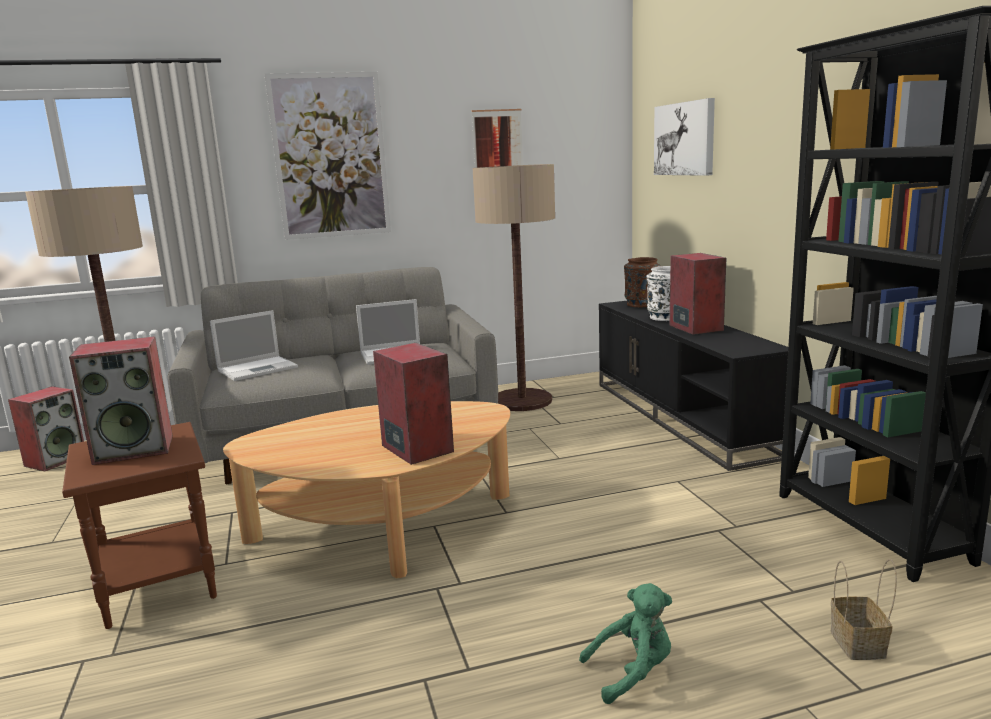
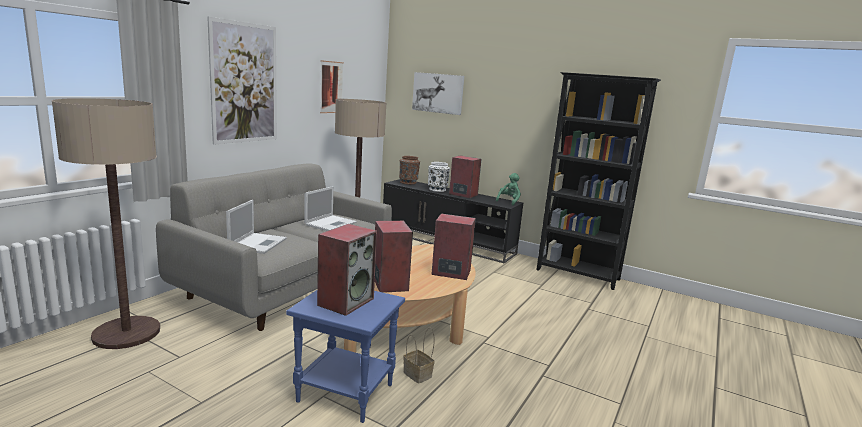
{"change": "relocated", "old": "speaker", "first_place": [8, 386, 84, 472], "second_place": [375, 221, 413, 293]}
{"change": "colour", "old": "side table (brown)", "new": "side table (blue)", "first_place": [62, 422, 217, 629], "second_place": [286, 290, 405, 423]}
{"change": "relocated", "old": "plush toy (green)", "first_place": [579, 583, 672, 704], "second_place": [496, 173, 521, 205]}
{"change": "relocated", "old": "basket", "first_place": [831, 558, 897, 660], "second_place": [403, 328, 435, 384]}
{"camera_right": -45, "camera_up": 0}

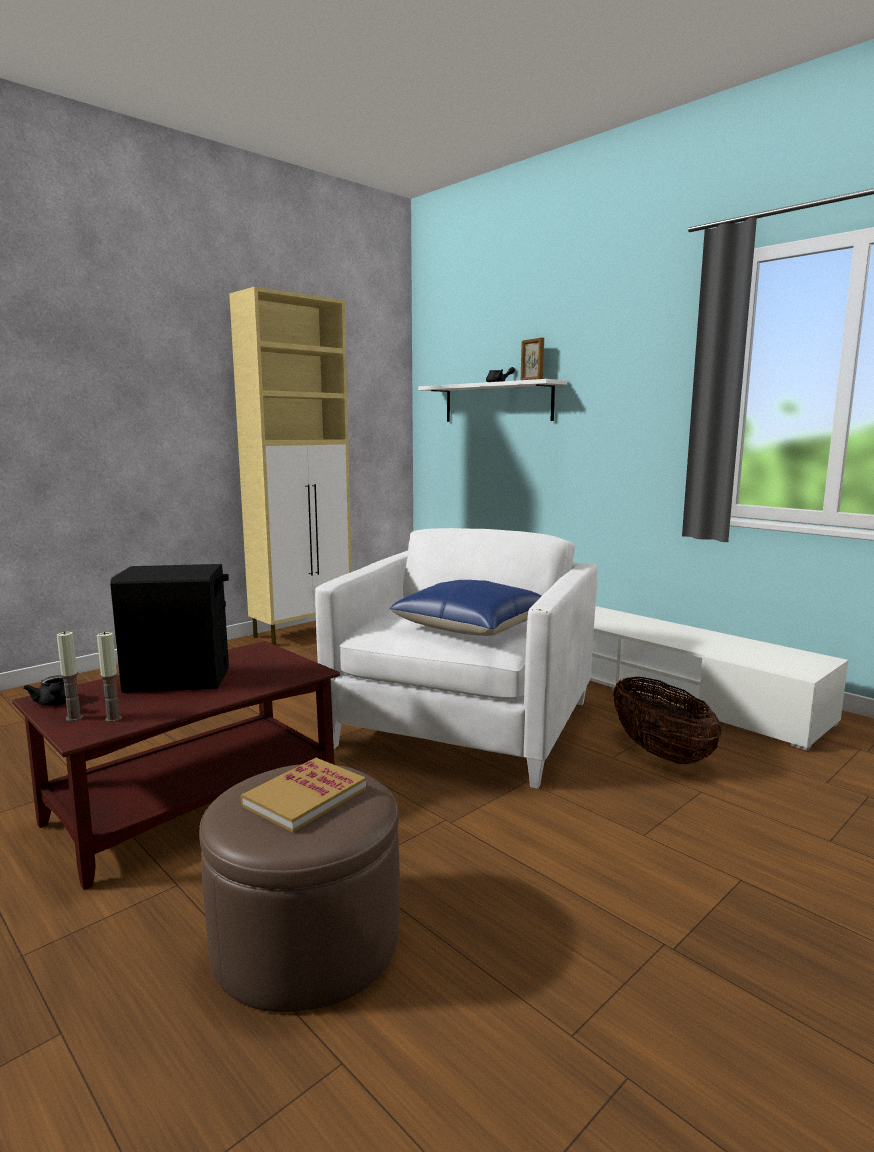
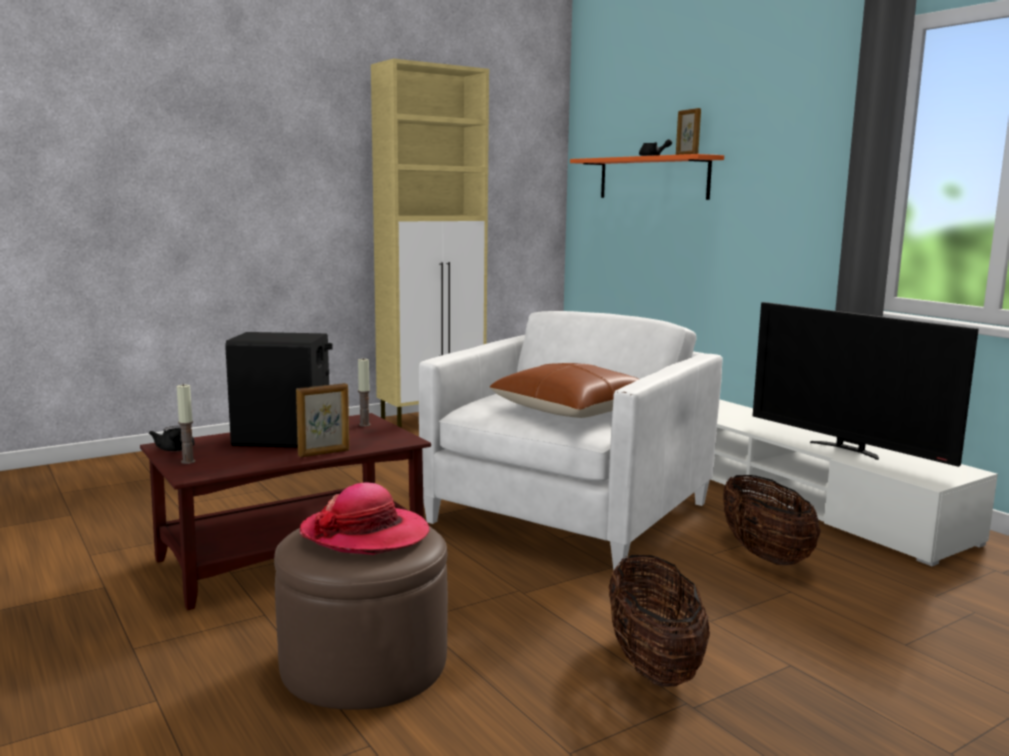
{"change": "relocated", "old": "candle", "first_place": [97, 632, 122, 722], "second_place": [358, 358, 371, 427]}
{"change": "exchanged", "old": "book", "new": "hat", "first_place": [240, 758, 366, 832], "second_place": [300, 483, 430, 555]}
{"change": "colour", "old": "pillow (blue)", "new": "pillow (brown)", "first_place": [390, 580, 542, 636], "second_place": [490, 363, 639, 418]}
{"change": "colour", "old": "shelf (white)", "new": "shelf (orange)", "first_place": [418, 379, 567, 422], "second_place": [570, 154, 724, 200]}
{"change": "appeared", "new": "picture frame", "second_place": [296, 383, 349, 457]}
{"change": "appeared", "new": "basket", "second_place": [609, 554, 710, 687]}
{"change": "appeared", "new": "television", "second_place": [753, 302, 979, 467]}
{"camera_right": 10, "camera_up": 0}

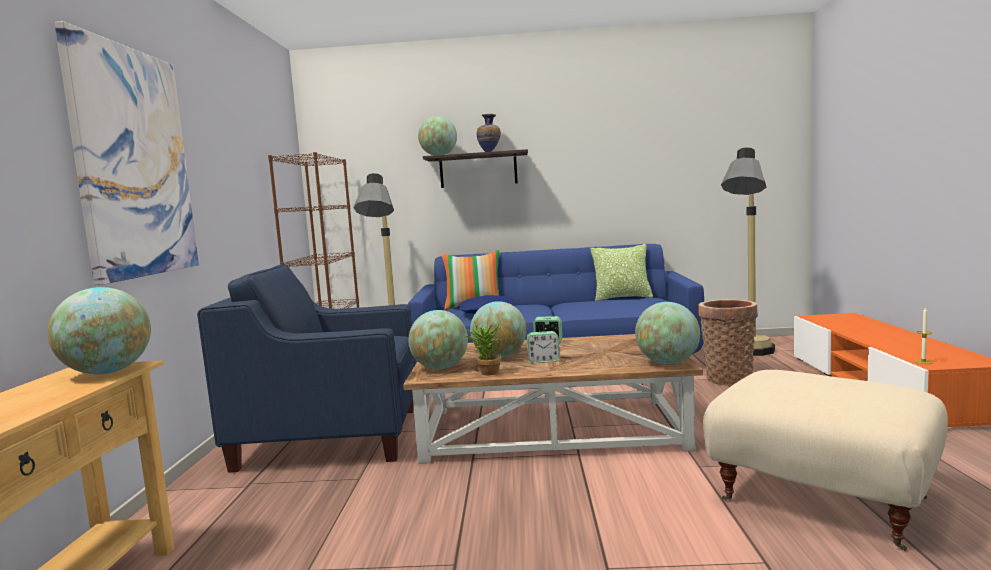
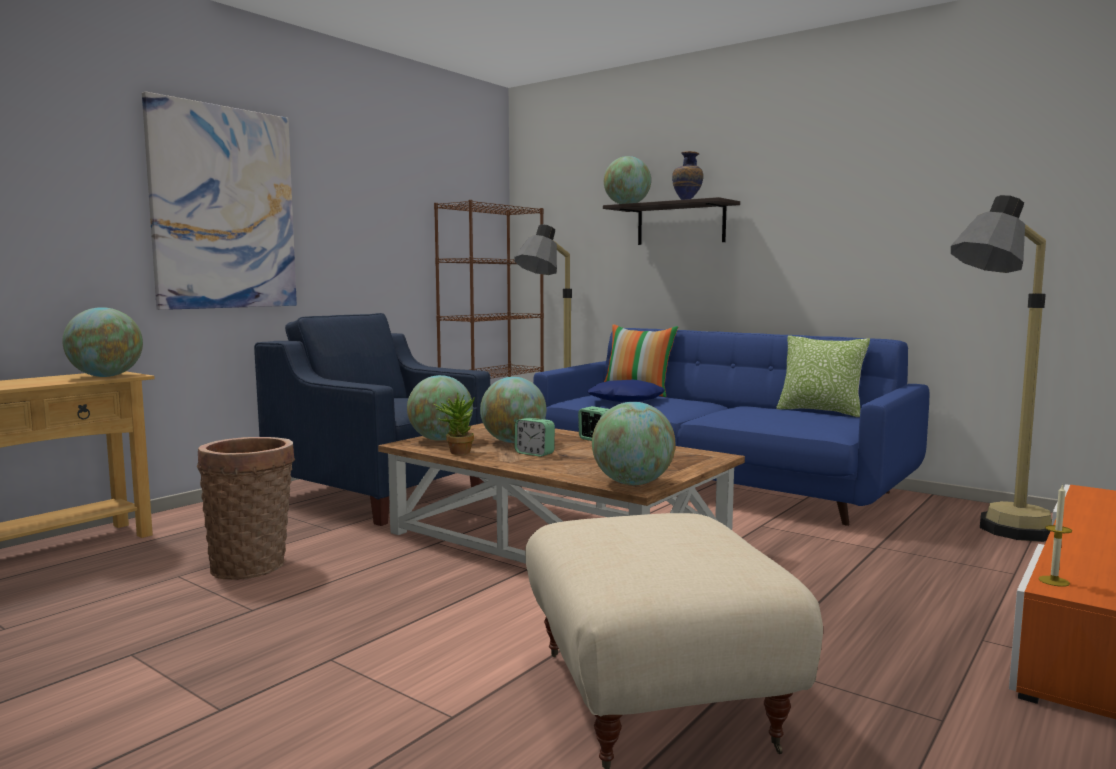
{"change": "relocated", "old": "basket", "first_place": [698, 299, 758, 386], "second_place": [197, 437, 295, 580]}
{"camera_right": 35, "camera_up": 0}

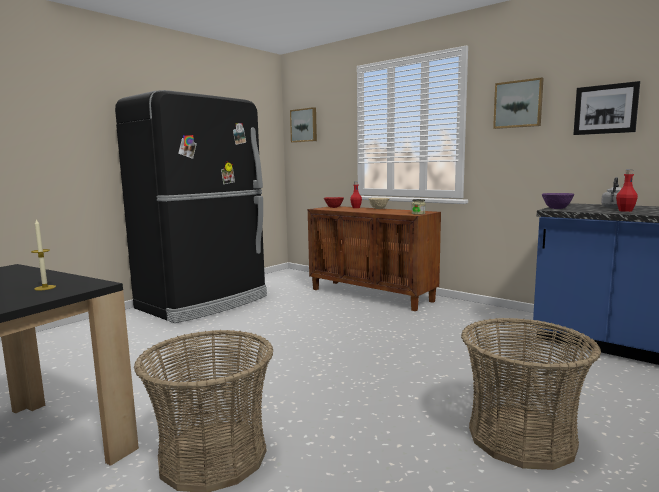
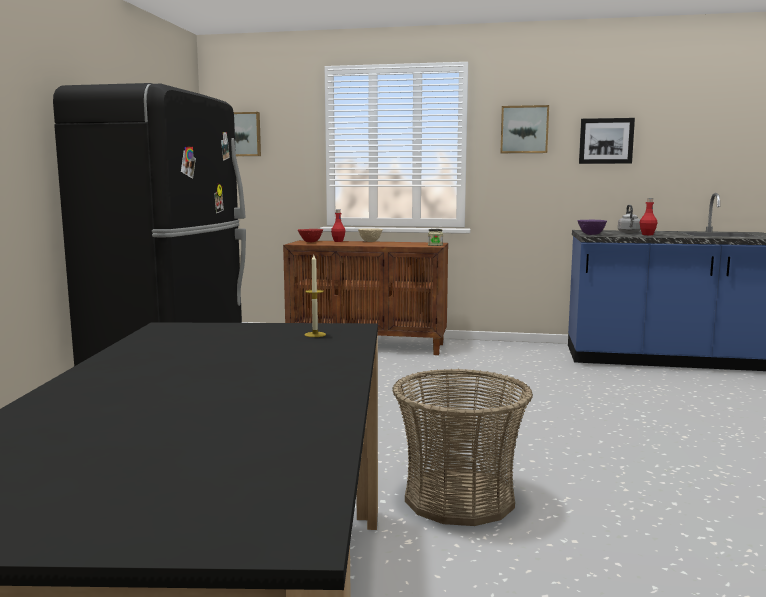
{"change": "missing", "old": "basket", "first_place": [461, 318, 601, 470]}
{"camera_right": -30, "camera_up": 0}

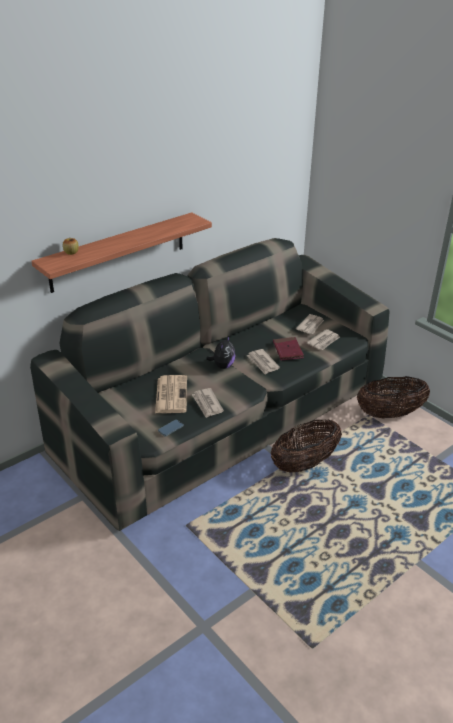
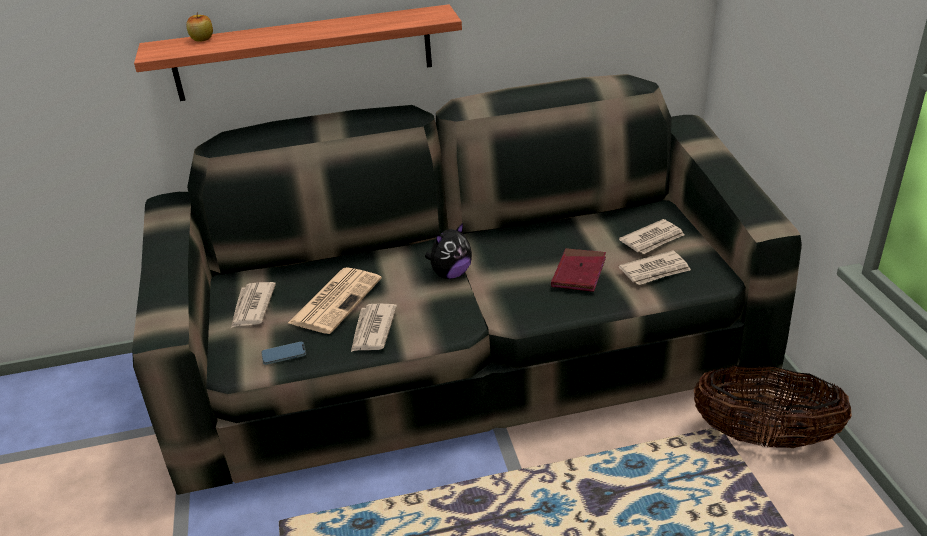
{"change": "relocated", "old": "newspaper", "first_place": [247, 349, 280, 374], "second_place": [231, 282, 276, 328]}
{"change": "missing", "old": "basket", "first_place": [271, 419, 342, 473]}
{"camera_right": 30, "camera_up": 0}

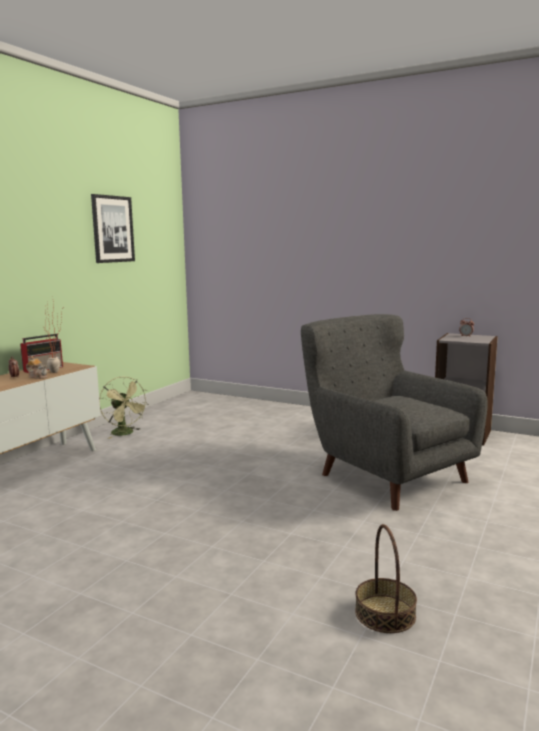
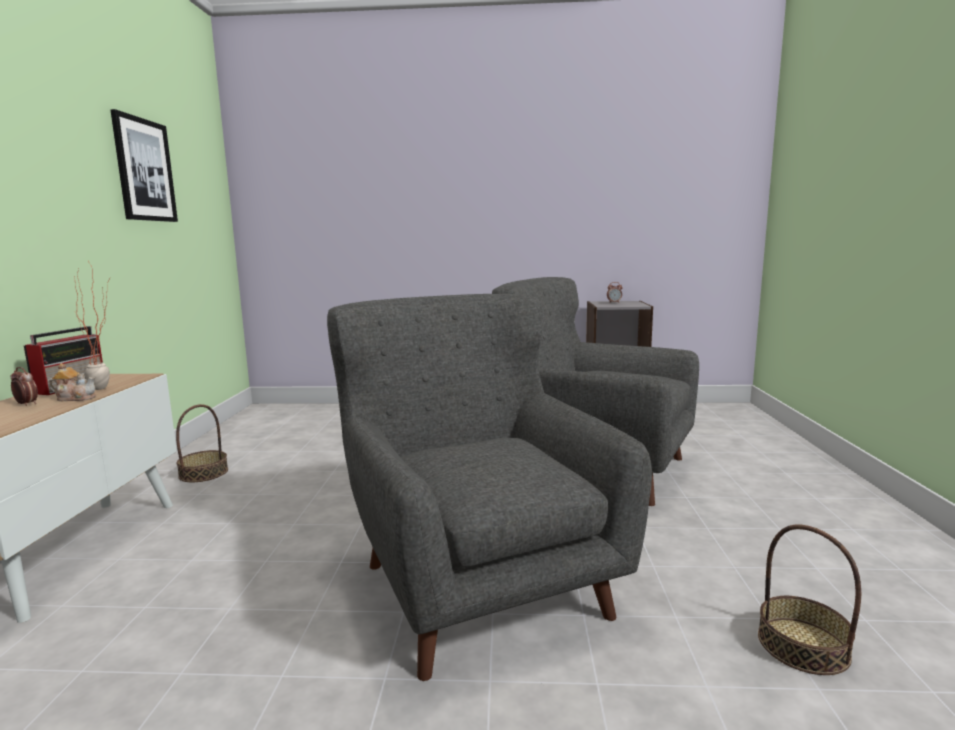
{"change": "exchanged", "old": "fan (green)", "new": "basket", "first_place": [99, 376, 149, 439], "second_place": [176, 404, 228, 482]}
{"change": "appeared", "new": "armchair (grey)", "second_place": [327, 294, 652, 681]}
{"camera_right": -25, "camera_up": 0}

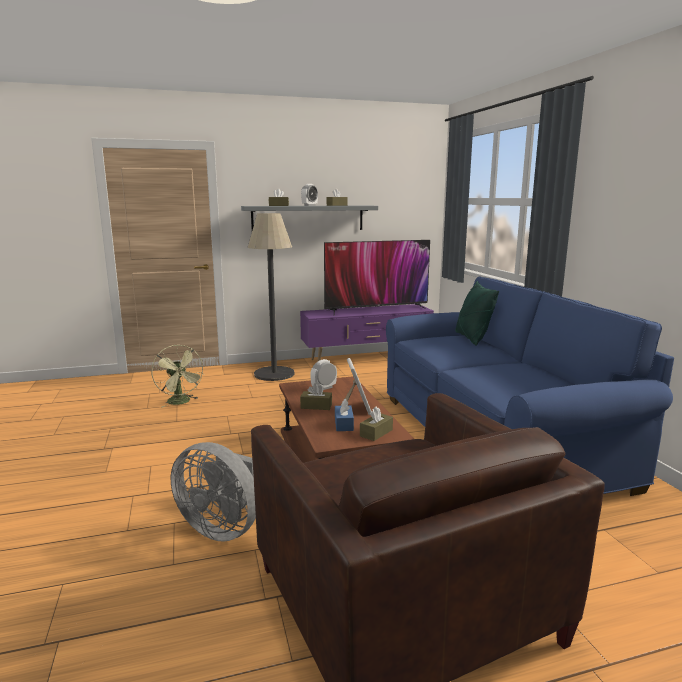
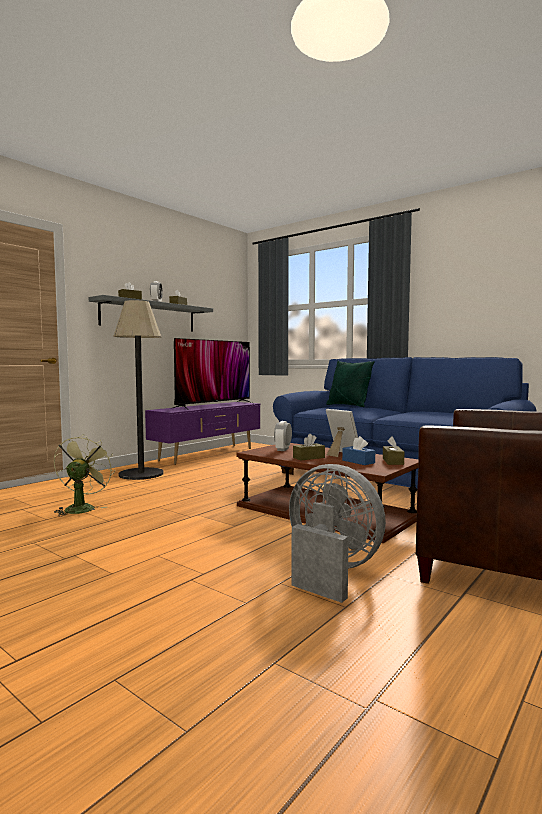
{"change": "spun", "old": "fan (green)", "first_place": [152, 345, 205, 408], "second_place": [54, 434, 115, 516], "degrees": -105}
{"change": "spun", "old": "fan (grey)", "first_place": [171, 442, 256, 542], "second_place": [289, 464, 386, 603], "degrees": -135}
{"camera_right": -35, "camera_up": -10}

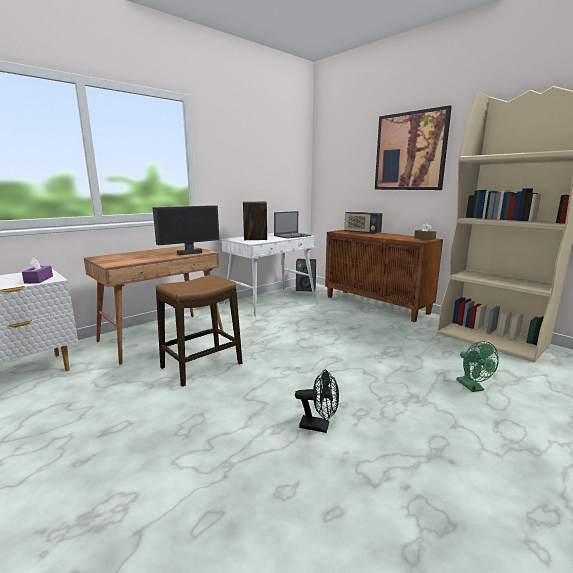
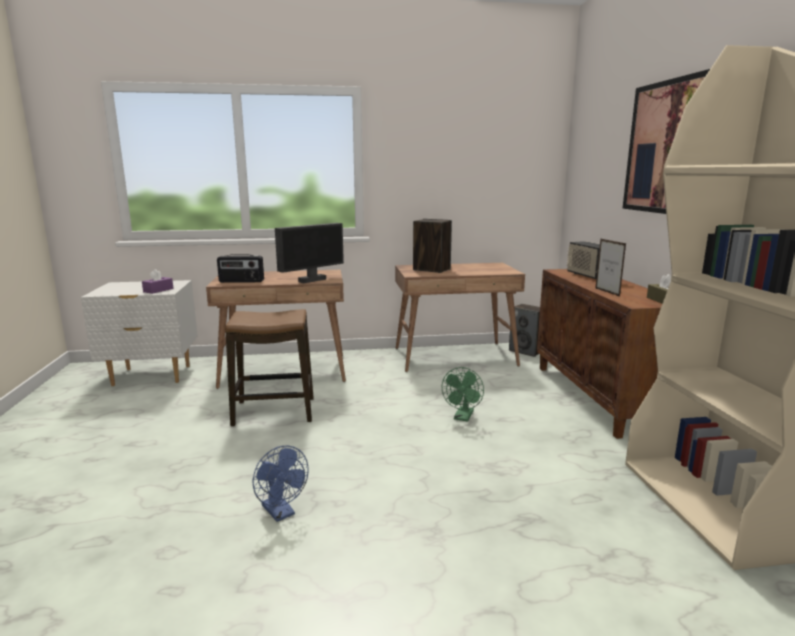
{"change": "spun", "old": "monitor", "first_place": [152, 205, 219, 255], "second_place": [275, 223, 344, 283], "degrees": -45}
{"change": "colour", "old": "desk (white)", "new": "desk (brown)", "first_place": [221, 233, 316, 316], "second_place": [395, 263, 525, 372]}
{"change": "missing", "old": "laptop", "first_place": [274, 211, 311, 239]}
{"change": "colour", "old": "fan (black)", "new": "fan (blue)", "first_place": [295, 370, 339, 433], "second_place": [252, 446, 309, 522]}
{"change": "relocated", "old": "fan (green)", "first_place": [457, 341, 499, 392], "second_place": [442, 367, 484, 422]}
{"change": "appeared", "new": "radio", "second_place": [217, 254, 264, 283]}
{"change": "appeared", "new": "picture frame", "second_place": [595, 238, 626, 297]}
{"camera_right": 35, "camera_up": 0}

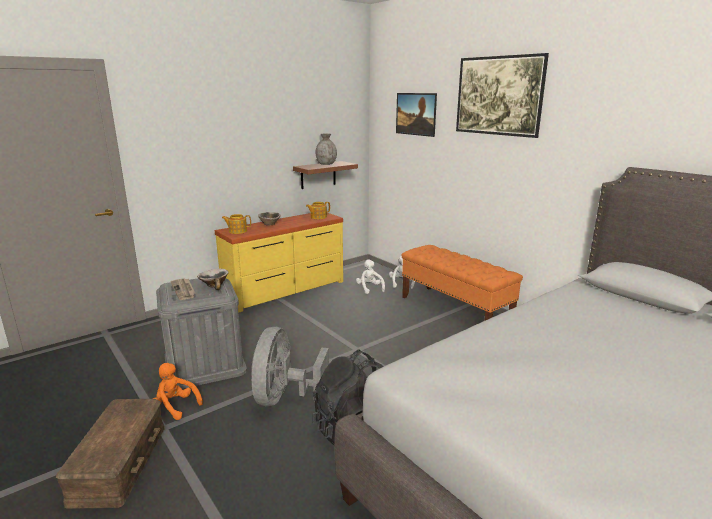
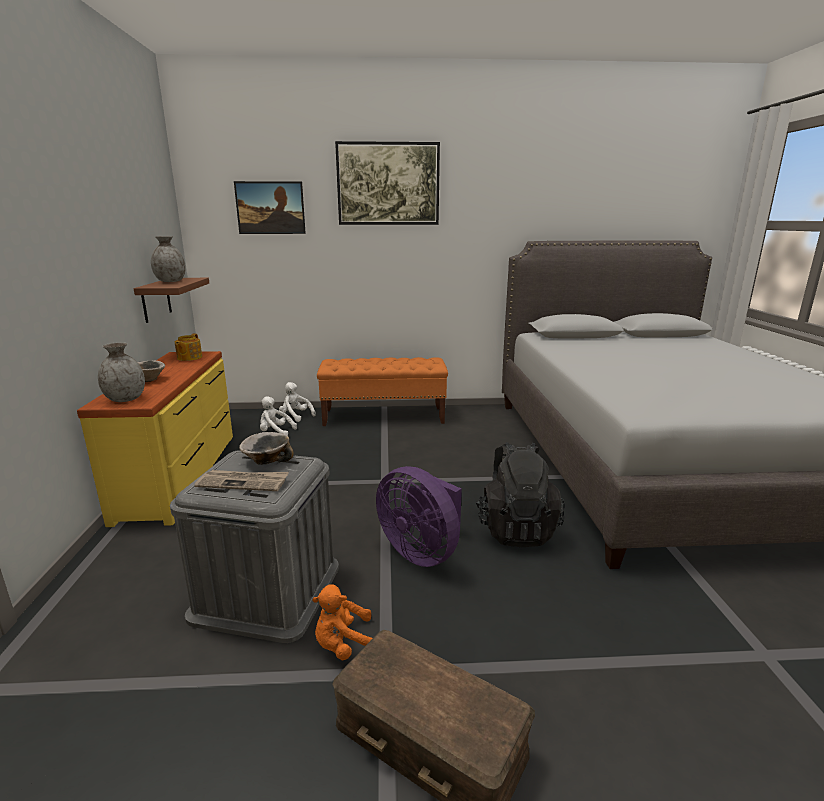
{"change": "exchanged", "old": "teapot", "new": "vase (grey)", "first_place": [222, 214, 251, 234], "second_place": [98, 342, 145, 402]}
{"change": "colour", "old": "fan (grey)", "new": "fan (purple)", "first_place": [251, 327, 329, 406], "second_place": [376, 466, 462, 567]}
{"camera_right": -55, "camera_up": 0}

